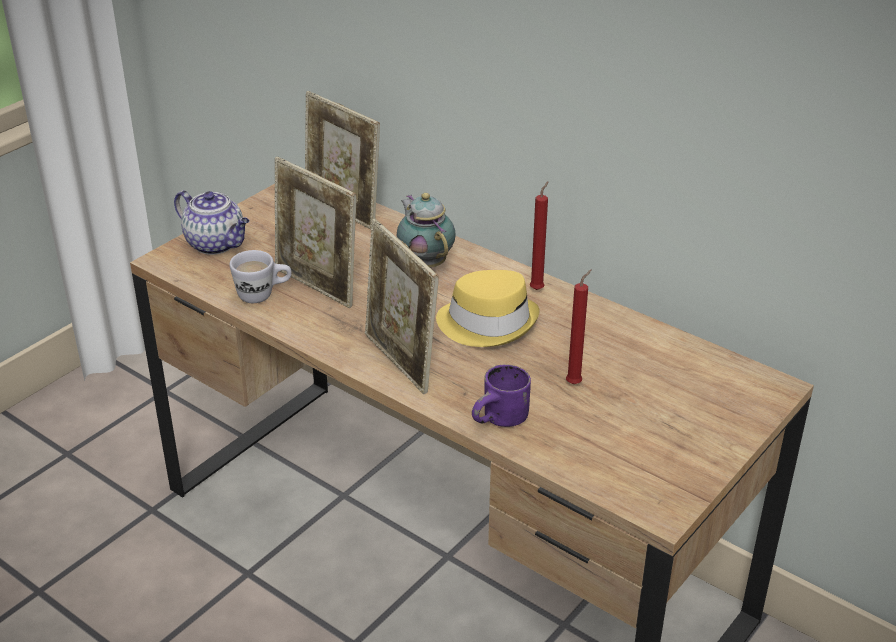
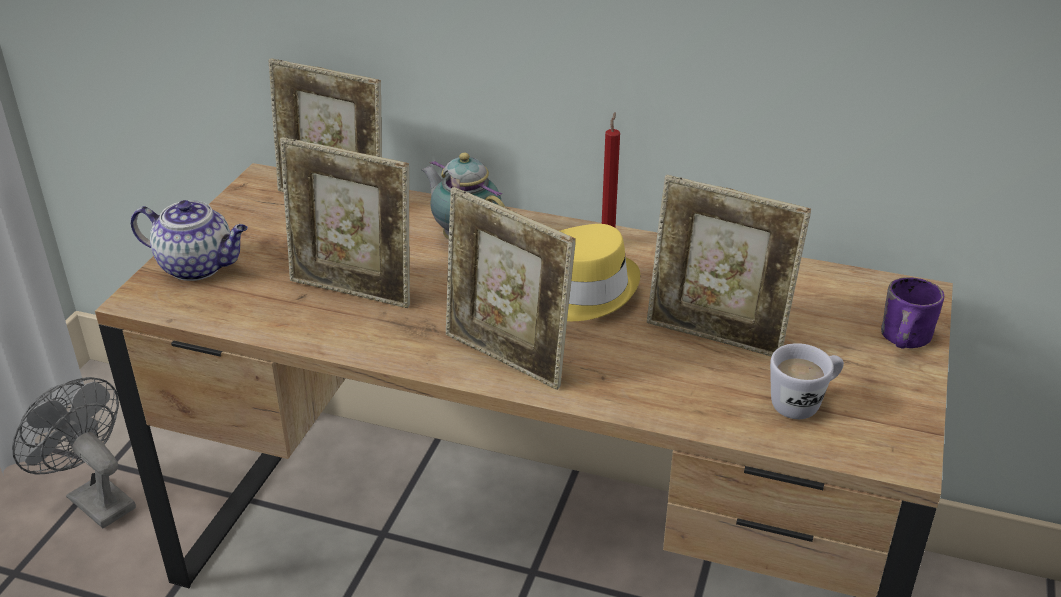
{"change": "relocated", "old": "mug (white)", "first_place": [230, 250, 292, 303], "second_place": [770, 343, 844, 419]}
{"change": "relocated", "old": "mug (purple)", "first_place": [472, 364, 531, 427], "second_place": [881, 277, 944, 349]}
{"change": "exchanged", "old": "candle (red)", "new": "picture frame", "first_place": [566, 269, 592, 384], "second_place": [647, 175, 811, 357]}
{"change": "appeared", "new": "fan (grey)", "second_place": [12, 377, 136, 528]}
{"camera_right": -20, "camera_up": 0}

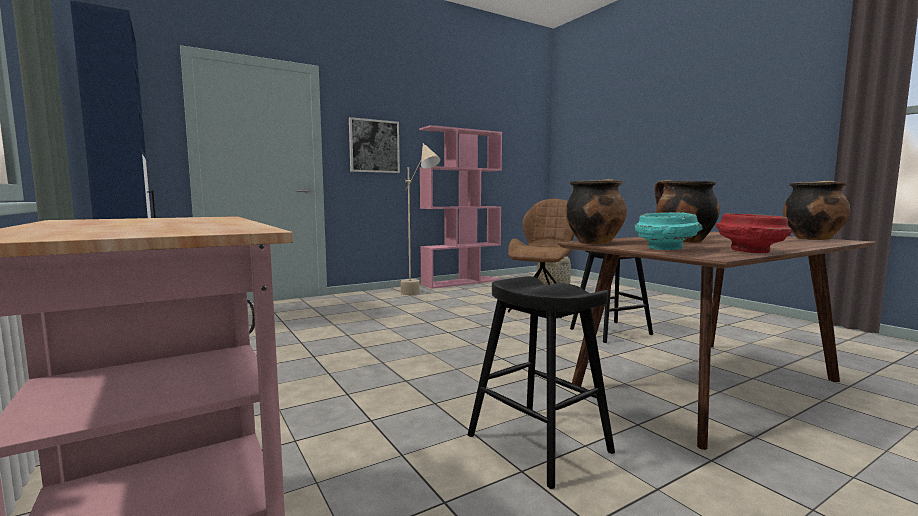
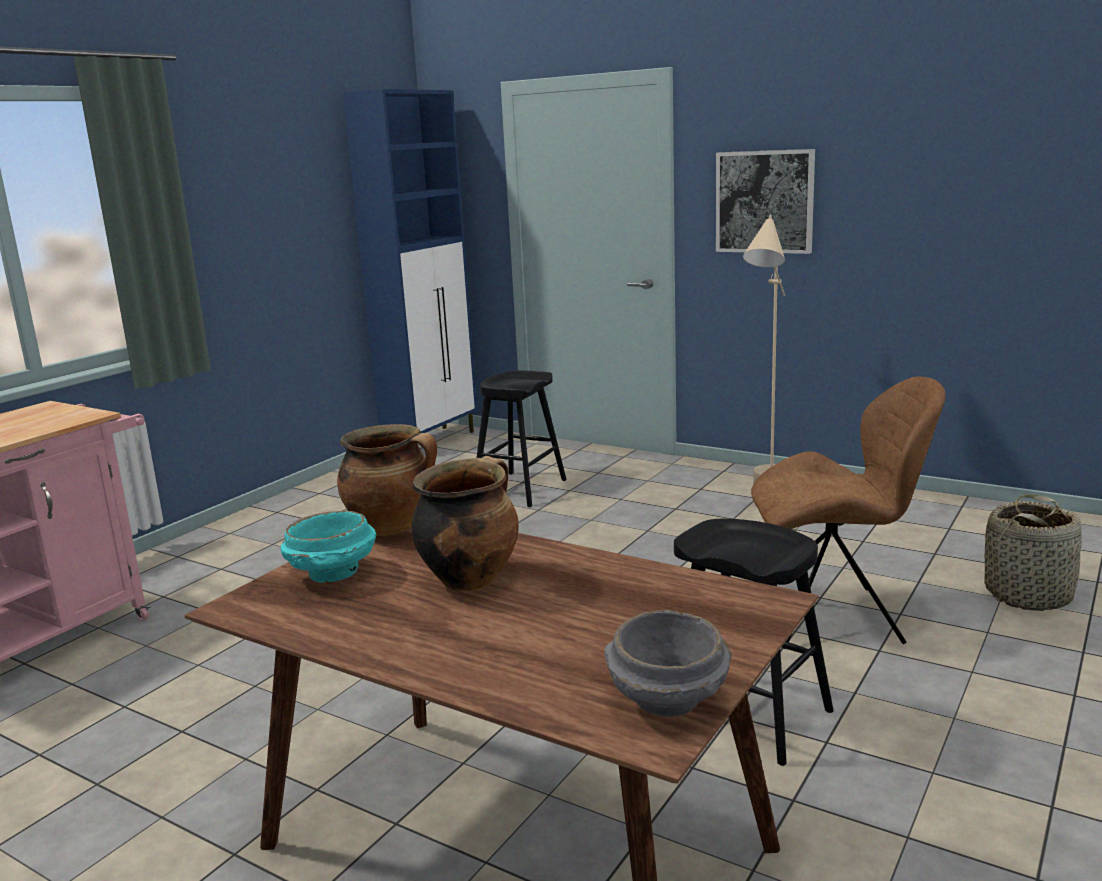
{"change": "missing", "old": "bookcase (pink)", "first_place": [419, 125, 502, 289]}
{"change": "relocated", "old": "stool (black)", "first_place": [468, 276, 615, 489], "second_place": [477, 370, 566, 507]}
{"change": "missing", "old": "bowl (red)", "first_place": [716, 213, 792, 253]}
{"change": "exchanged", "old": "cooking pot", "new": "bowl (grey)", "first_place": [783, 181, 851, 240], "second_place": [604, 610, 731, 717]}
{"camera_right": 65, "camera_up": 10}

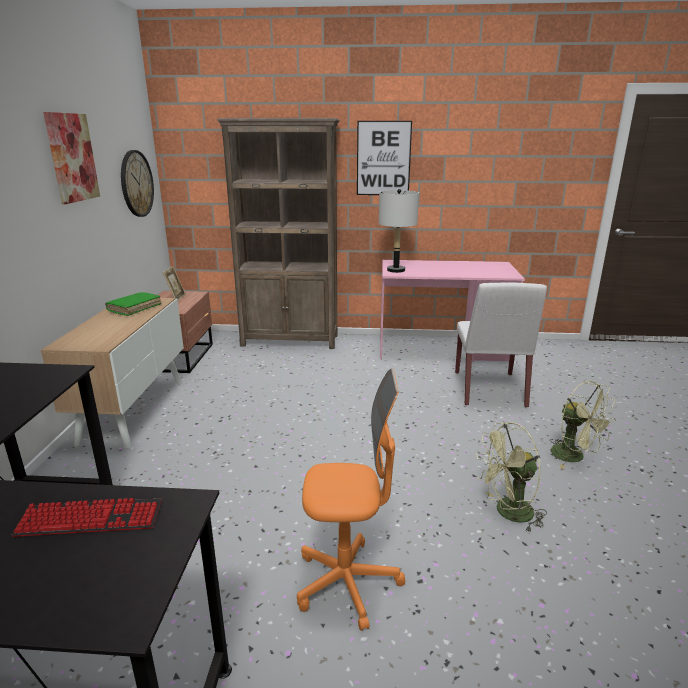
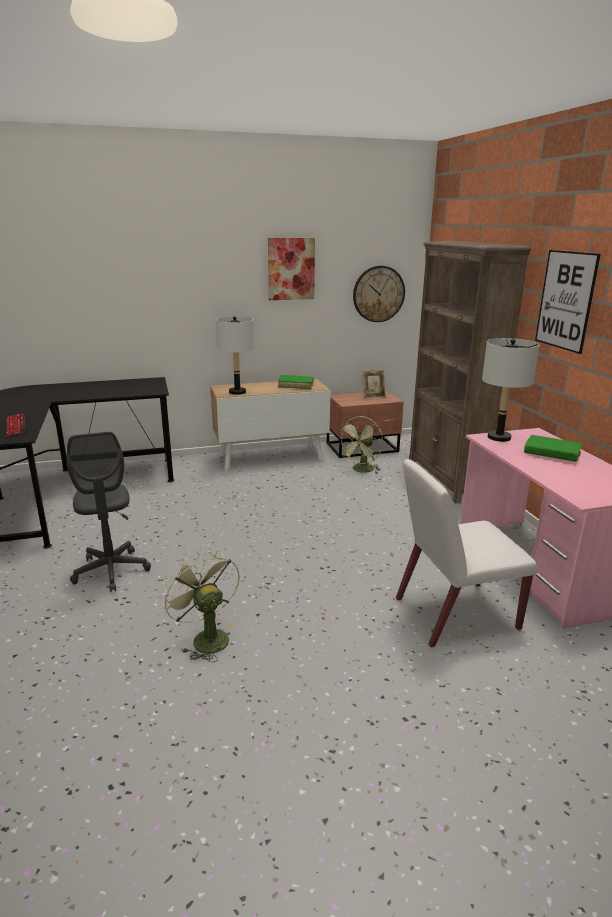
{"change": "colour", "old": "office chair (orange)", "new": "office chair (grey)", "first_place": [297, 369, 405, 631], "second_place": [67, 432, 151, 592]}
{"change": "relocated", "old": "fan (green)", "first_place": [550, 381, 616, 469], "second_place": [338, 416, 383, 474]}
{"change": "appeared", "new": "table lamp (grey)", "second_place": [216, 316, 254, 395]}
{"change": "appeared", "new": "book (green)", "second_place": [524, 435, 582, 462]}
{"camera_right": 70, "camera_up": 0}

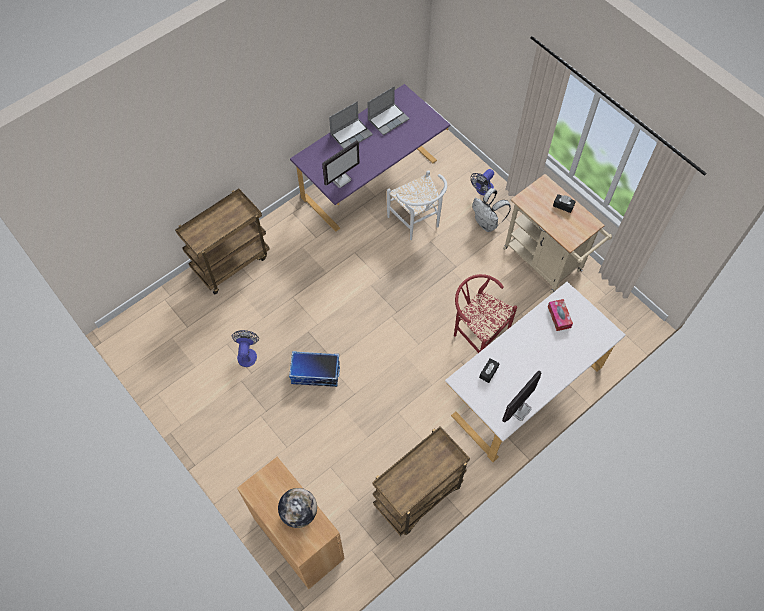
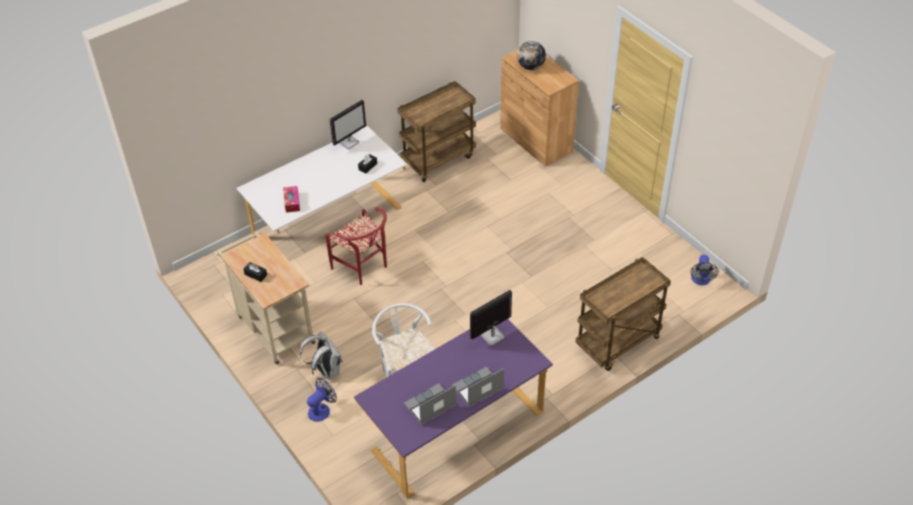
{"change": "relocated", "old": "fan", "first_place": [232, 330, 259, 367], "second_place": [691, 255, 719, 285]}
{"change": "missing", "old": "storage box", "first_place": [289, 351, 340, 387]}
{"camera_right": -175, "camera_up": -15}

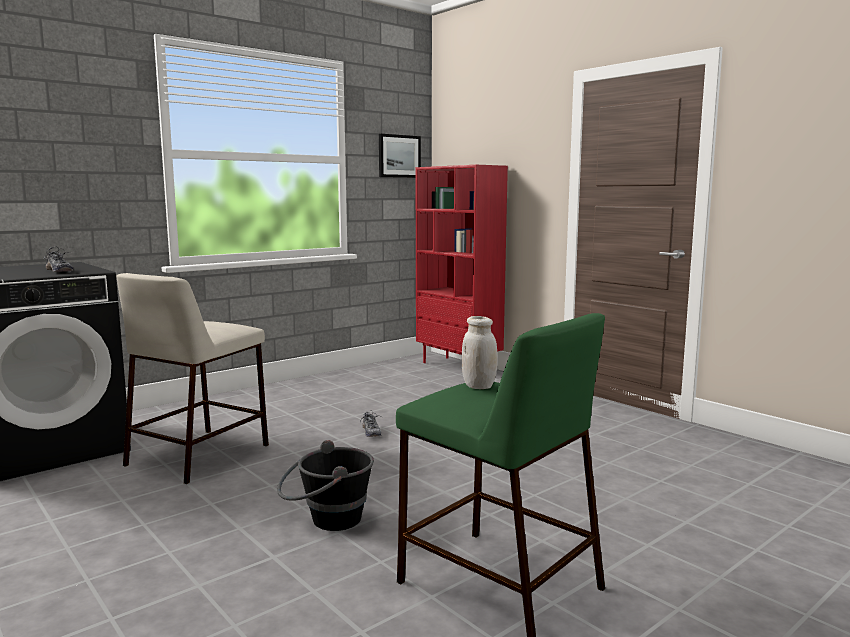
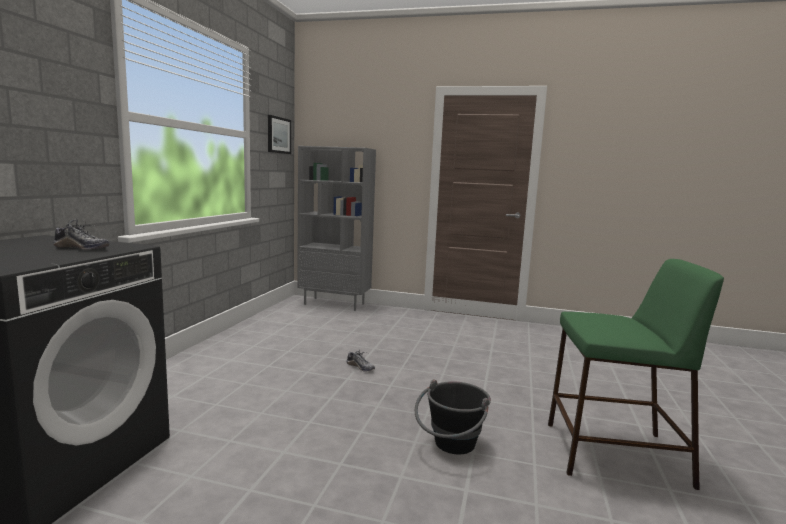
{"change": "missing", "old": "stool (beige)", "first_place": [117, 273, 269, 484]}
{"change": "colour", "old": "bookcase (red)", "new": "bookcase (grey)", "first_place": [416, 165, 508, 363], "second_place": [297, 146, 376, 311]}
{"change": "missing", "old": "jar (white)", "first_place": [462, 316, 497, 389]}
{"camera_right": -35, "camera_up": 0}

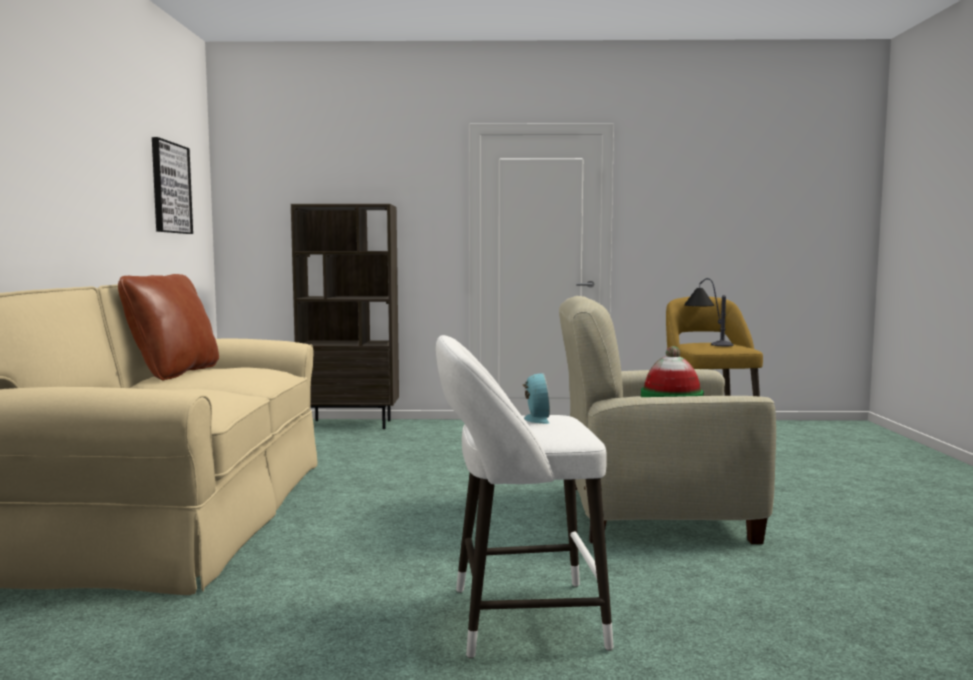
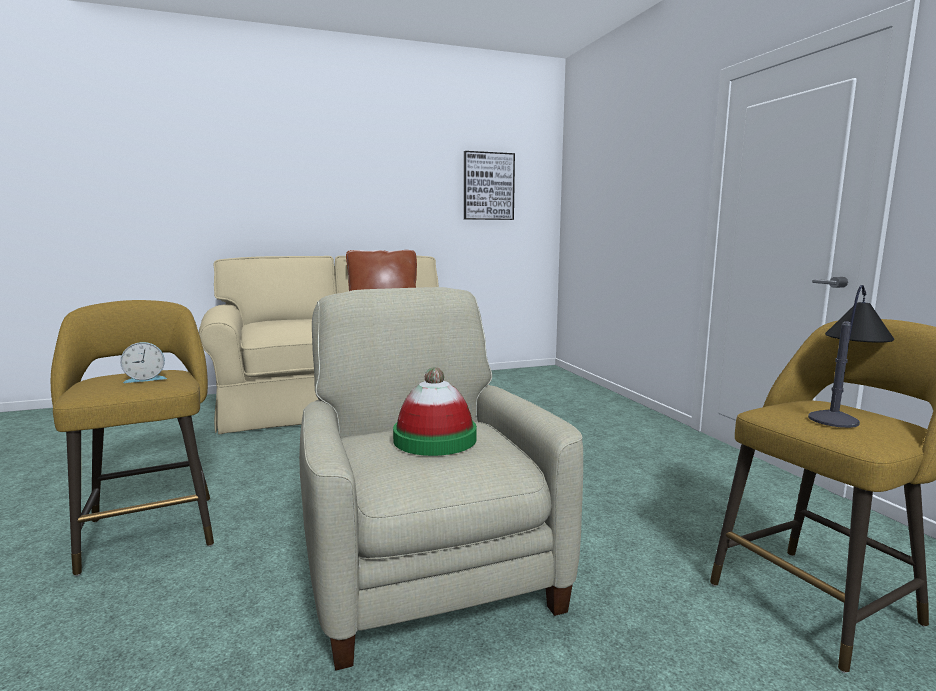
{"change": "missing", "old": "bookcase (brown)", "first_place": [291, 204, 399, 429]}
{"change": "colour", "old": "stool (white)", "new": "stool (yellow)", "first_place": [436, 335, 614, 658], "second_place": [51, 300, 214, 576]}
{"camera_right": 70, "camera_up": 5}

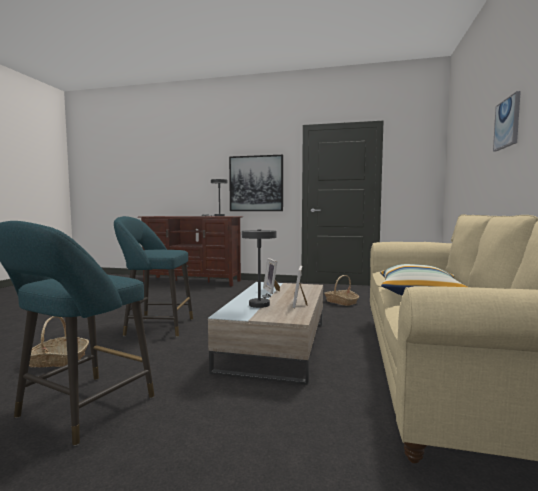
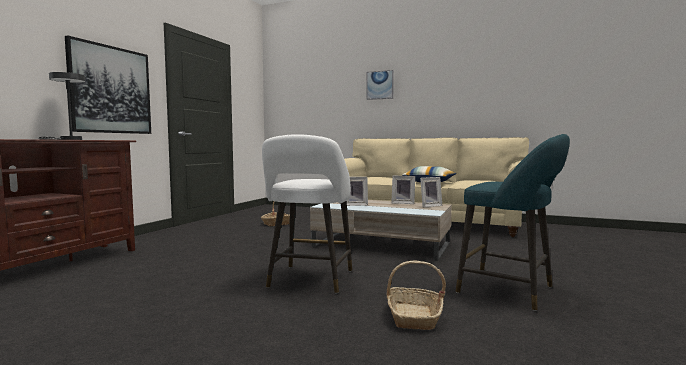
{"change": "colour", "old": "stool (turquoise)", "new": "stool (white)", "first_place": [114, 216, 193, 337], "second_place": [262, 134, 352, 294]}
{"change": "missing", "old": "table lamp (grey)", "first_place": [242, 229, 277, 308]}
{"change": "appeared", "new": "picture frame", "second_place": [420, 177, 442, 208]}
{"camera_right": -80, "camera_up": 0}

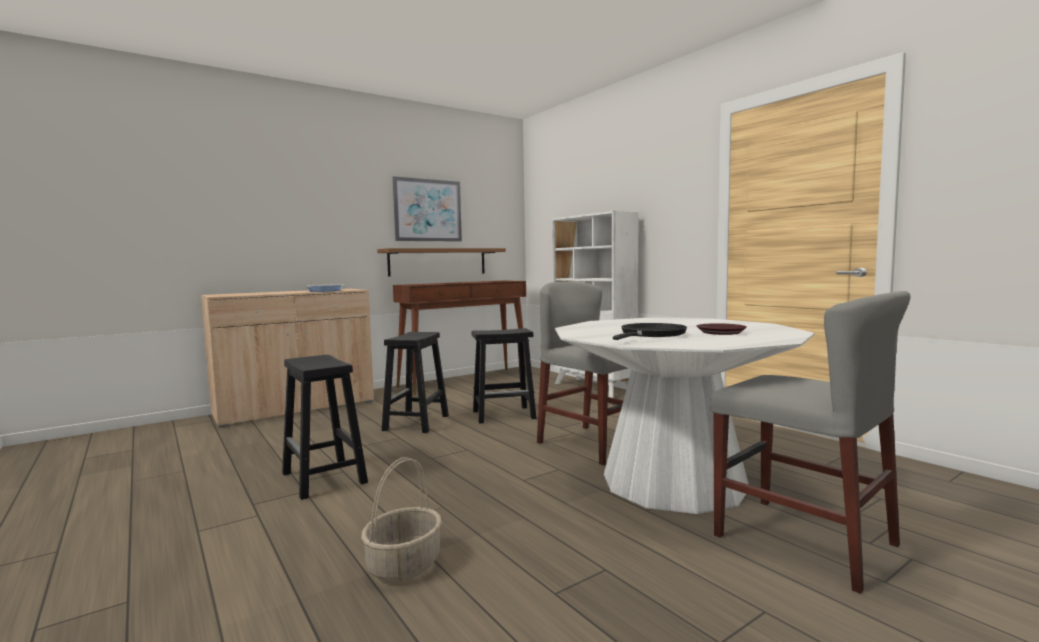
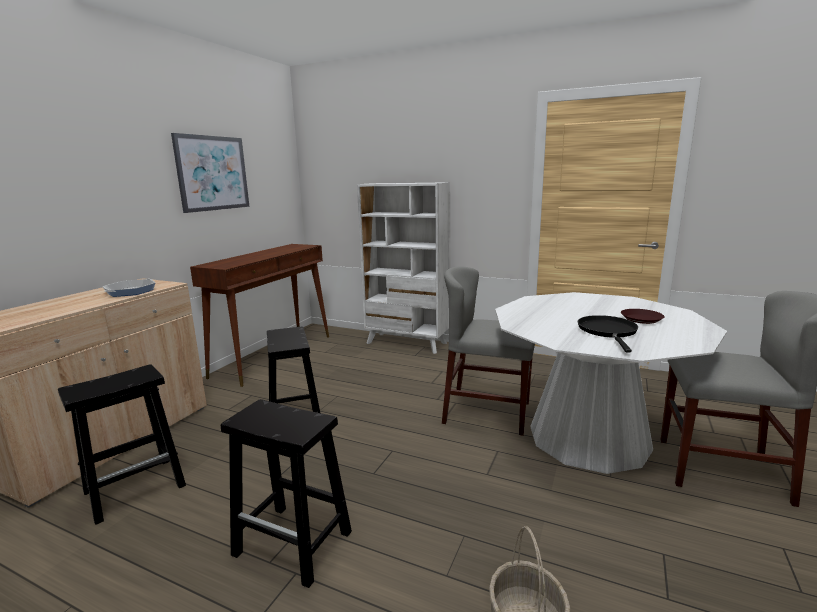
{"change": "missing", "old": "shelf (brown)", "first_place": [377, 248, 506, 276]}
{"change": "relocated", "old": "stool (black)", "first_place": [471, 328, 536, 424], "second_place": [58, 364, 186, 525]}
{"camera_right": -30, "camera_up": 10}

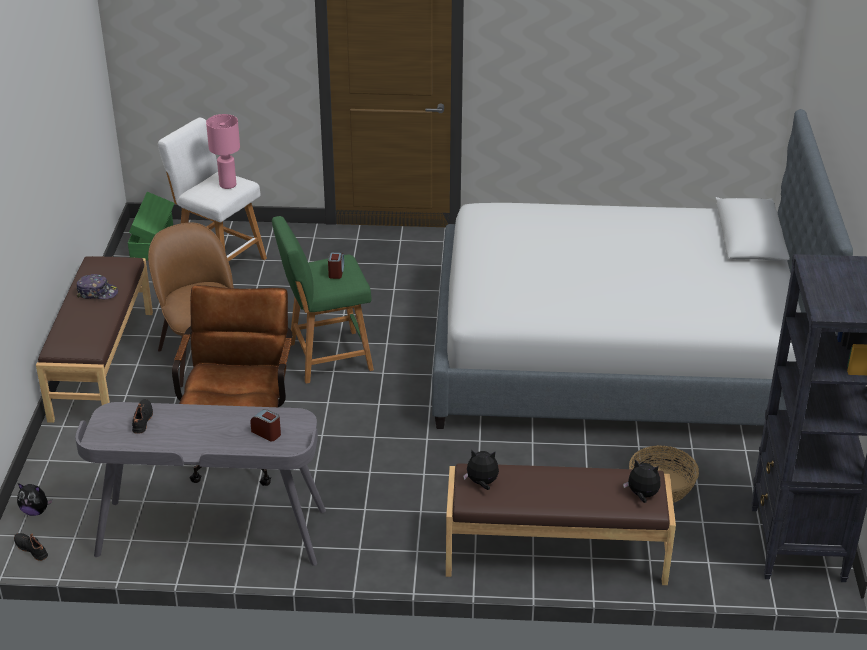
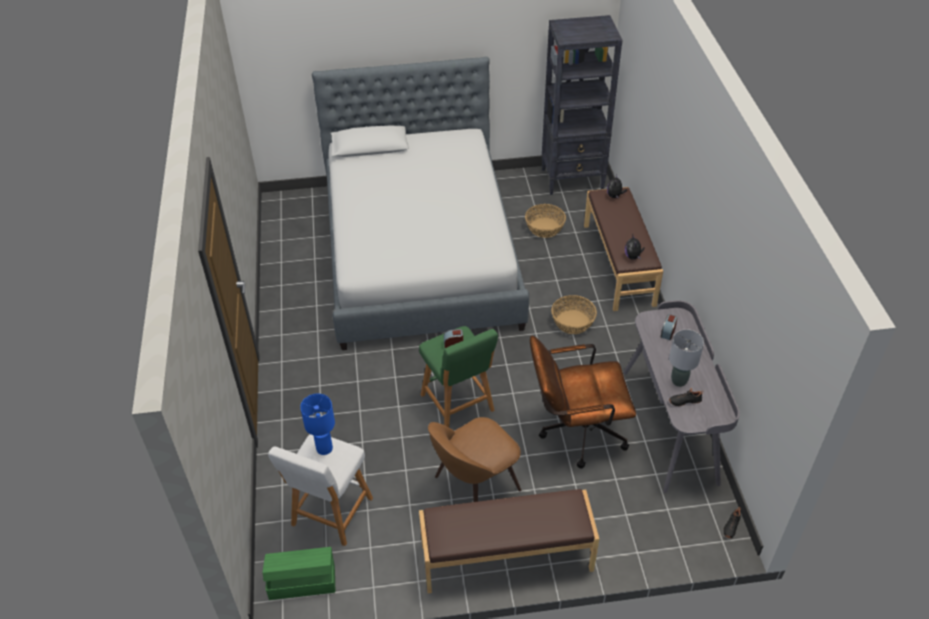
{"change": "missing", "old": "plush toy", "first_place": [17, 483, 53, 516]}
{"change": "missing", "old": "cap", "first_place": [77, 274, 118, 299]}
{"change": "colour", "old": "table lamp (pink)", "new": "table lamp (blue)", "first_place": [206, 114, 240, 189], "second_place": [300, 394, 335, 455]}
{"change": "appeared", "new": "basket", "second_place": [551, 295, 597, 334]}
{"change": "appeared", "new": "table lamp (grey)", "second_place": [669, 329, 704, 387]}
{"camera_right": -100, "camera_up": 10}

